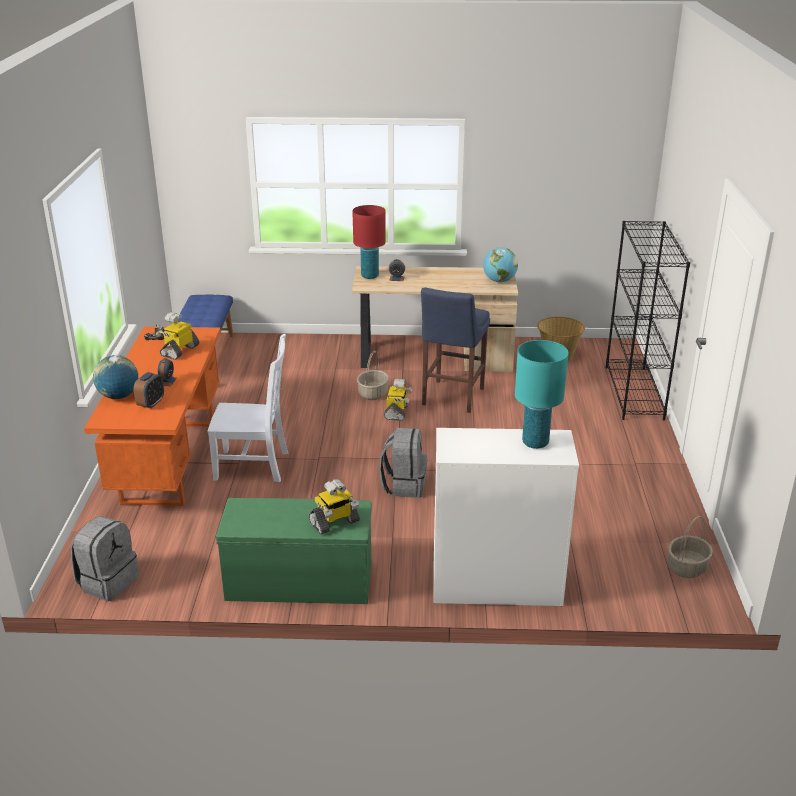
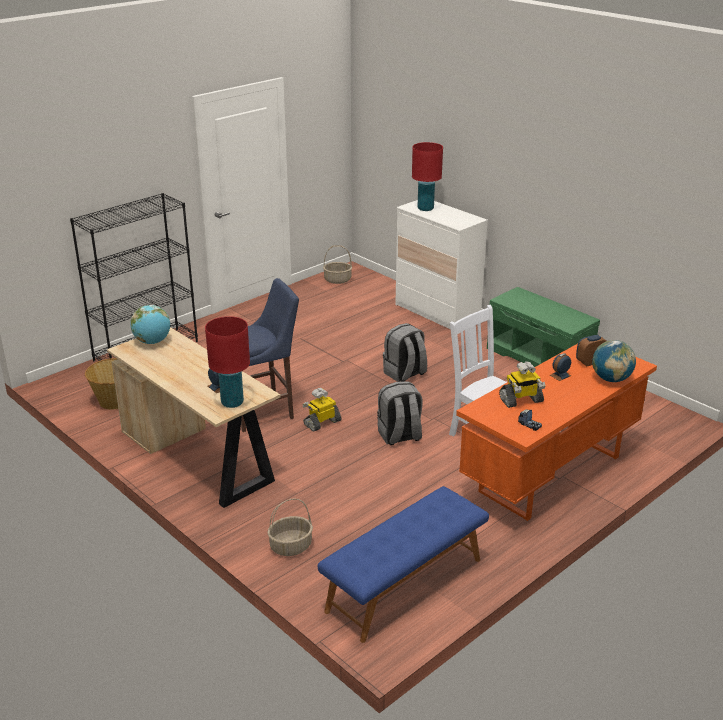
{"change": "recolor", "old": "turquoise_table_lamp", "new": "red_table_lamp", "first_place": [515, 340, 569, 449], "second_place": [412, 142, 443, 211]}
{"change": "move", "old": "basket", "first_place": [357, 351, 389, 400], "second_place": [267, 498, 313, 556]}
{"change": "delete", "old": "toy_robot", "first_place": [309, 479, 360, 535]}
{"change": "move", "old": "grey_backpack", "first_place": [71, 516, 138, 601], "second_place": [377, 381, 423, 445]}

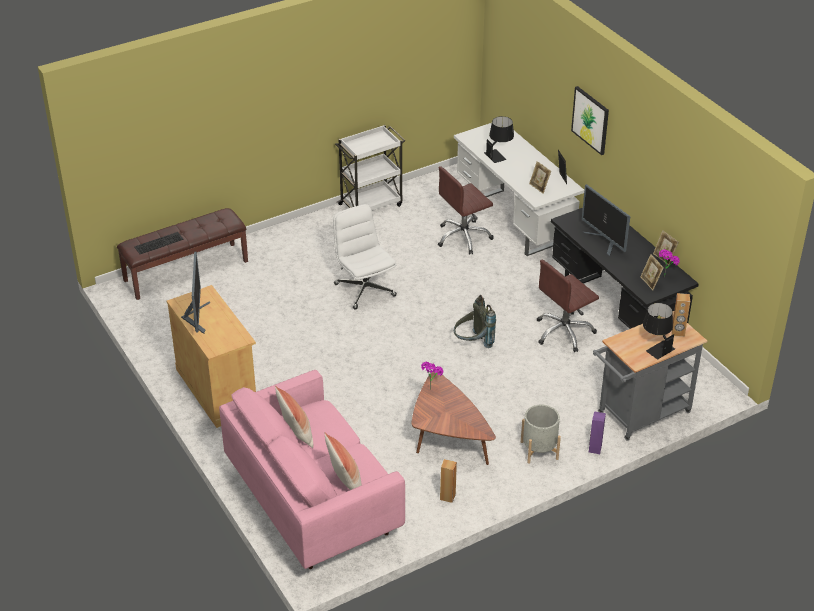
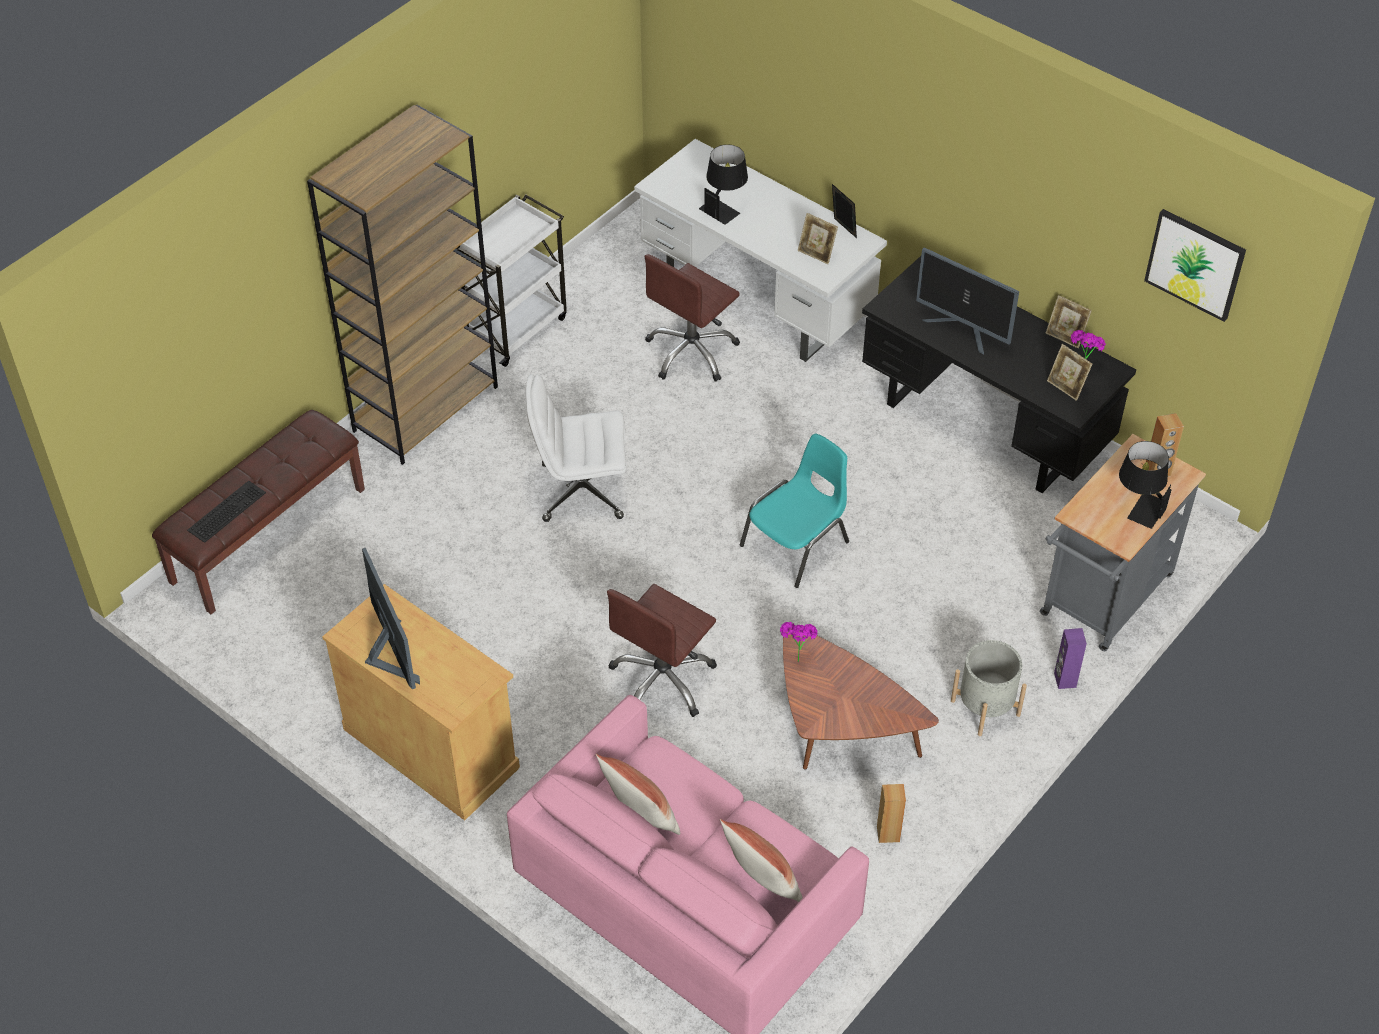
{"change": "move", "old": "picture", "first_place": [571, 86, 609, 155], "second_place": [1144, 209, 1246, 322]}
{"change": "rotate", "old": "white_office_chair", "first_place": [333, 204, 397, 310], "second_place": [526, 374, 627, 522], "degrees": -45}
{"change": "move", "old": "brown_office_chair", "first_place": [537, 260, 599, 352], "second_place": [607, 584, 717, 717]}
{"change": "replace", "old": "grey_backpack", "new": "turquoise_chair", "first_place": [454, 295, 496, 348], "second_place": [740, 433, 849, 588]}
{"change": "insert", "new": "brown_bookcase", "second_place": [307, 105, 498, 465]}

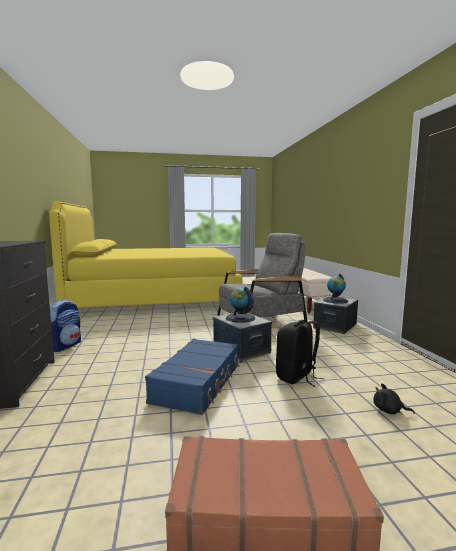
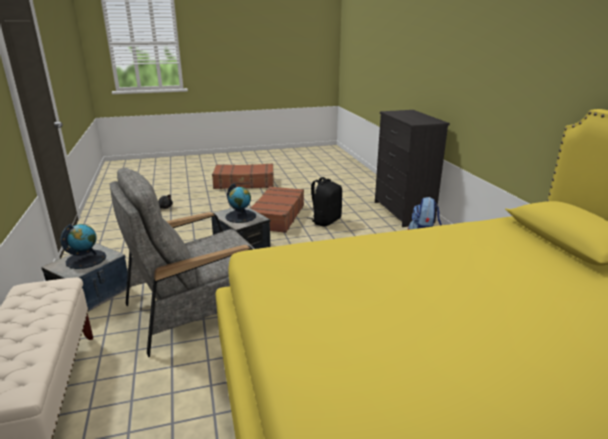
{"change": "move", "old": "black_backpack", "first_place": [276, 320, 324, 387], "second_place": [307, 177, 342, 227]}
{"change": "recolor", "old": "blue_suitcase", "new": "brown_suitcase", "first_place": [145, 339, 239, 415], "second_place": [250, 186, 304, 233]}

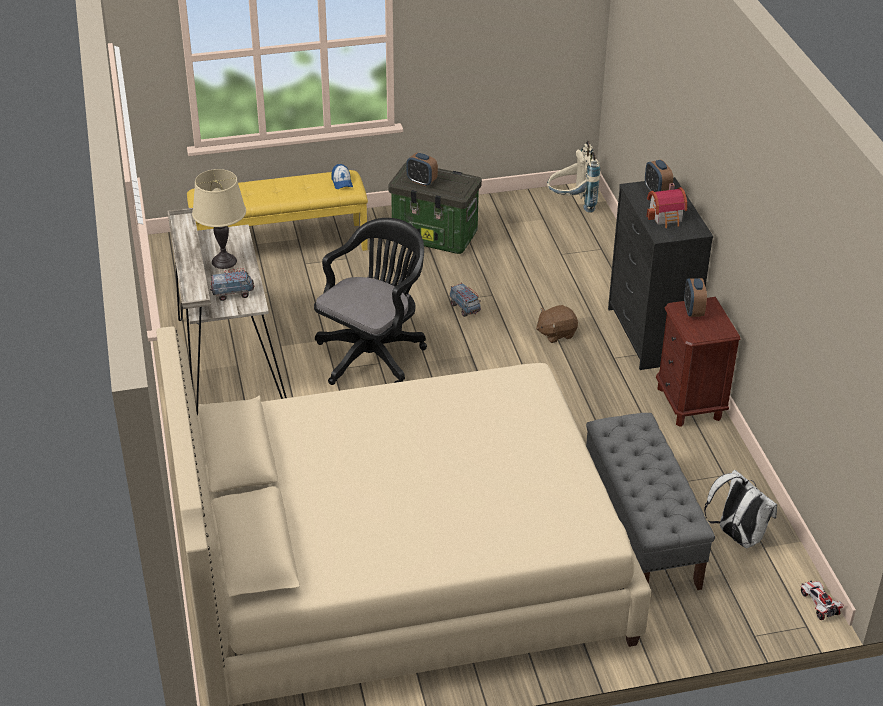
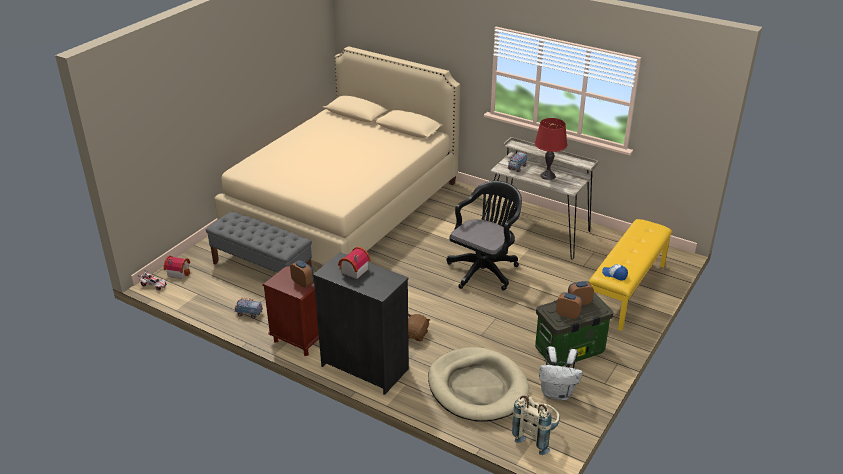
{"change": "move", "old": "alarm_clock", "first_place": [645, 160, 673, 192], "second_place": [556, 292, 583, 319]}
{"change": "recolor", "old": "beige_table_lamp", "new": "red_table_lamp", "first_place": [192, 169, 246, 269], "second_place": [535, 118, 567, 180]}
{"change": "rotate", "old": "black_office_chair", "first_place": [314, 218, 427, 385], "second_place": [446, 181, 522, 291], "degrees": -135}
{"change": "move", "old": "toy_truck", "first_place": [449, 282, 481, 317], "second_place": [235, 297, 263, 319]}
{"change": "move", "old": "white_backpack", "first_place": [704, 470, 777, 548], "second_place": [539, 346, 582, 400]}
{"change": "insert", "new": "toy_house", "second_place": [164, 256, 190, 279]}
{"change": "insert", "new": "beige_dog_bed", "second_place": [428, 347, 529, 421]}

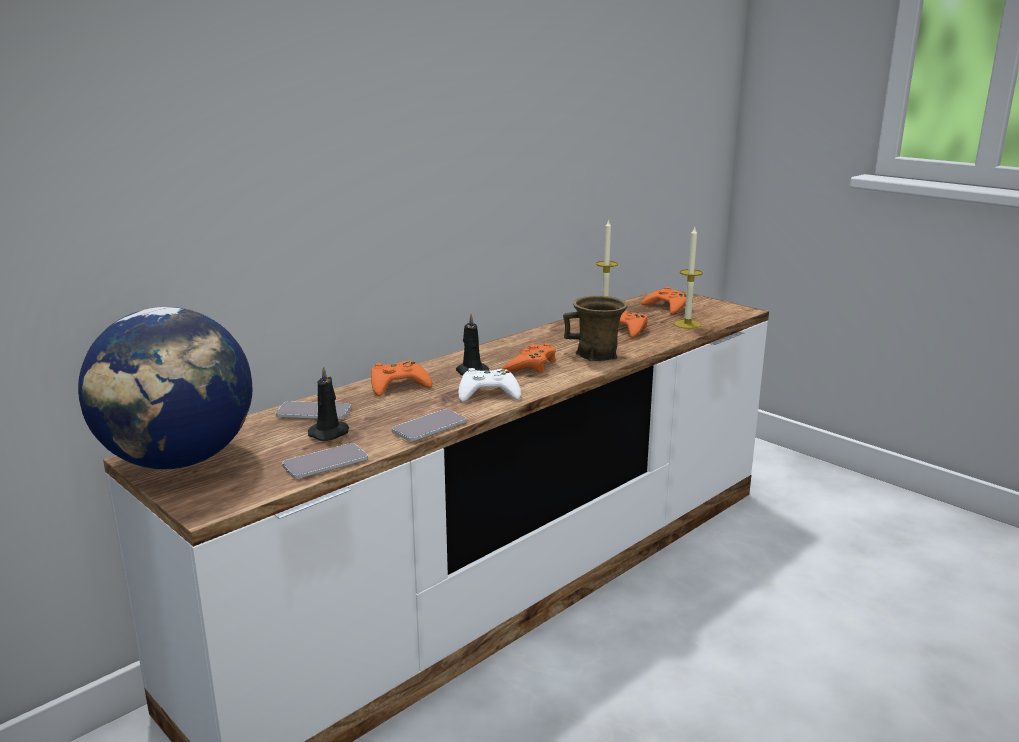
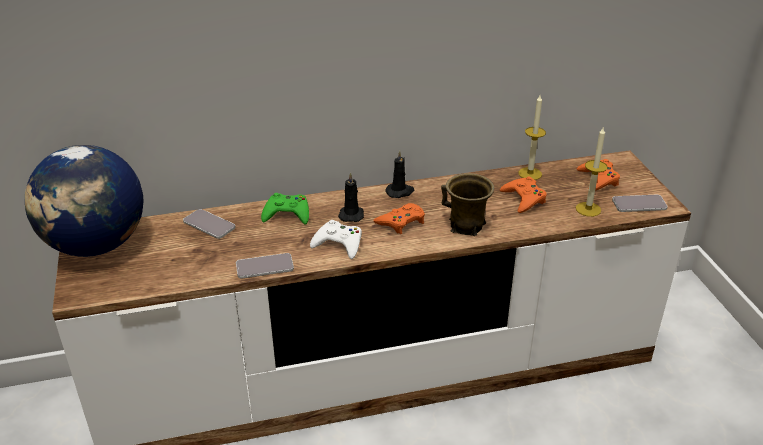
{"change": "recolor", "old": "orange_game_controller", "new": "green_game_controller", "first_place": [371, 361, 433, 397], "second_place": [261, 193, 309, 224]}
{"change": "move", "old": "black_candle", "first_place": [308, 366, 349, 441], "second_place": [385, 151, 414, 198]}
{"change": "move", "old": "phone", "first_place": [282, 443, 368, 479], "second_place": [612, 195, 668, 212]}

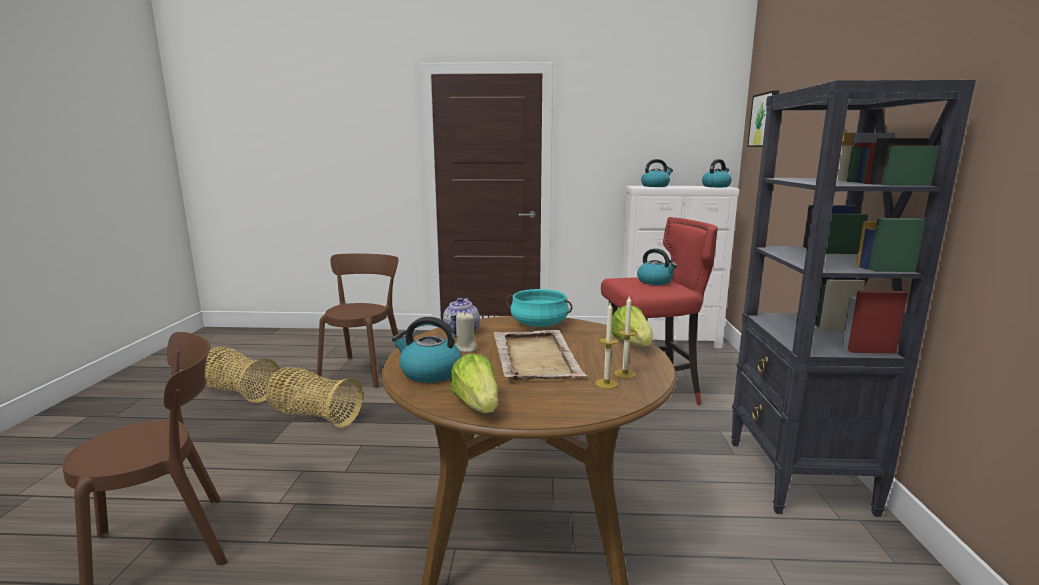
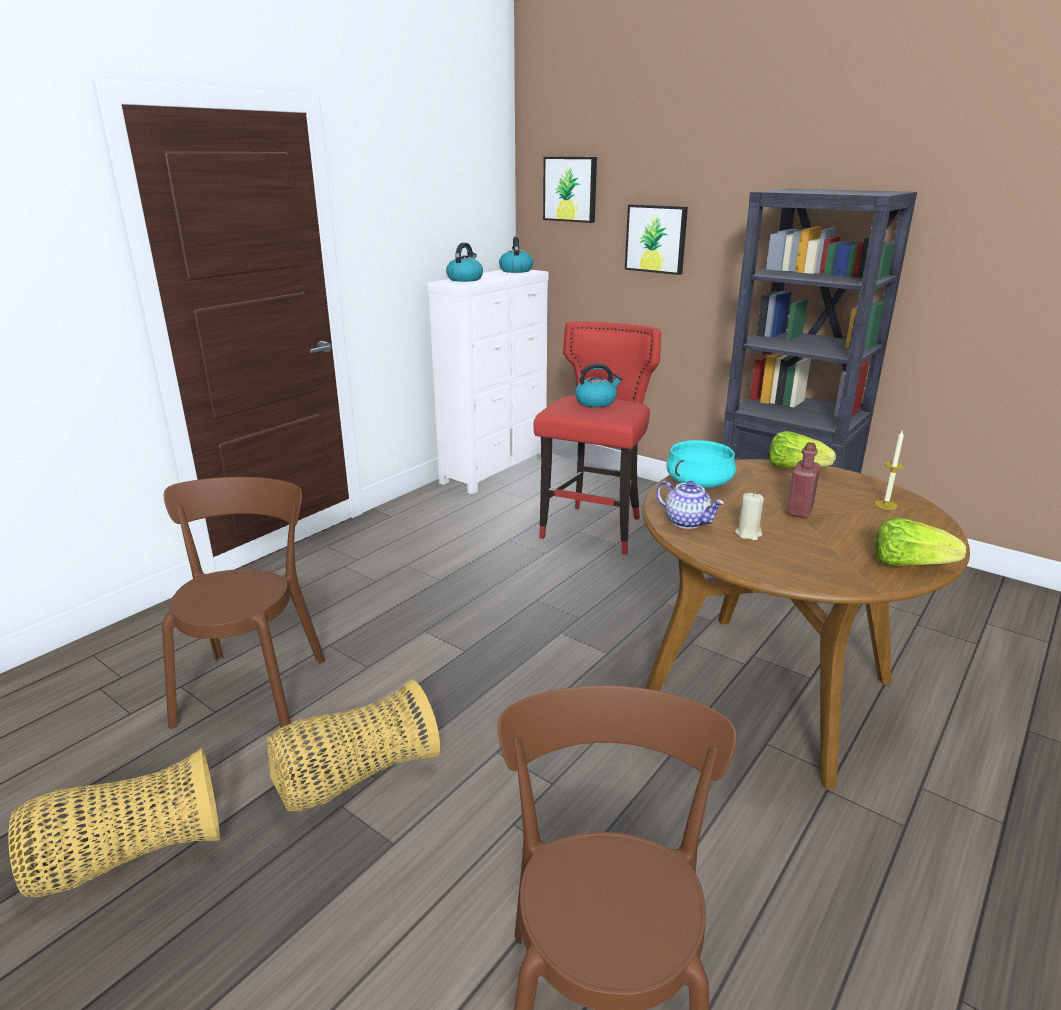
{"change": "rotate", "old": "brown_chair", "first_place": [316, 254, 399, 388], "second_place": [162, 477, 325, 732], "degrees": 45}
{"change": "delete", "old": "candle", "first_place": [614, 295, 637, 379]}
{"change": "delete", "old": "kettle", "first_place": [392, 317, 462, 383]}
{"change": "replace", "old": "beige_tray", "new": "red_bottle", "first_place": [493, 330, 587, 380], "second_place": [786, 442, 820, 518]}
{"change": "insert", "new": "picture", "second_place": [625, 204, 688, 275]}

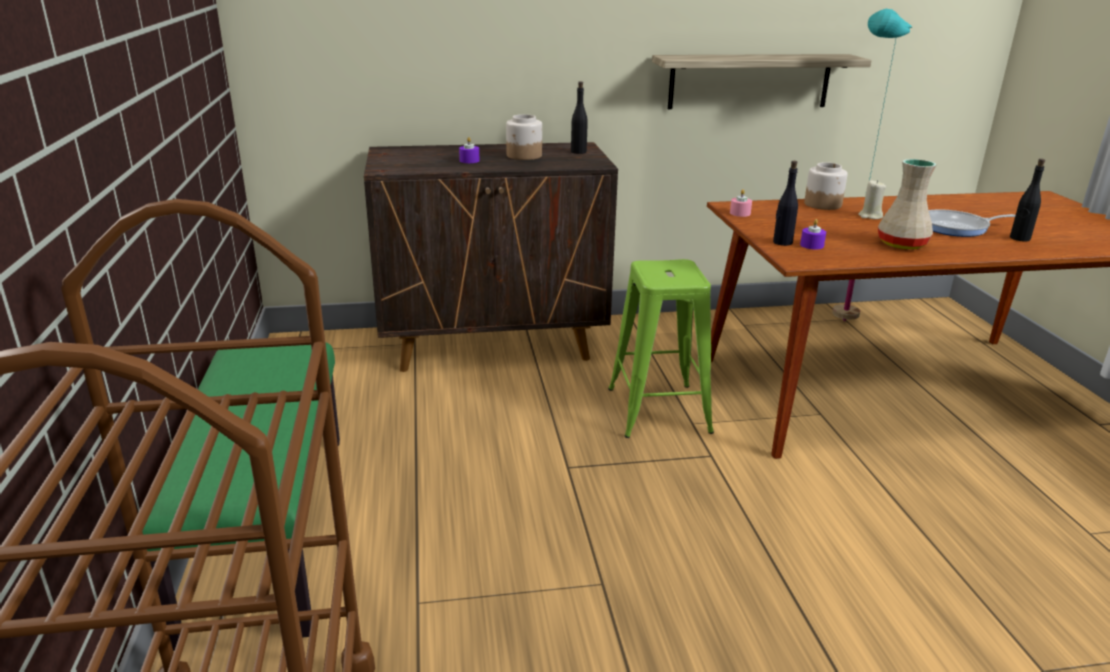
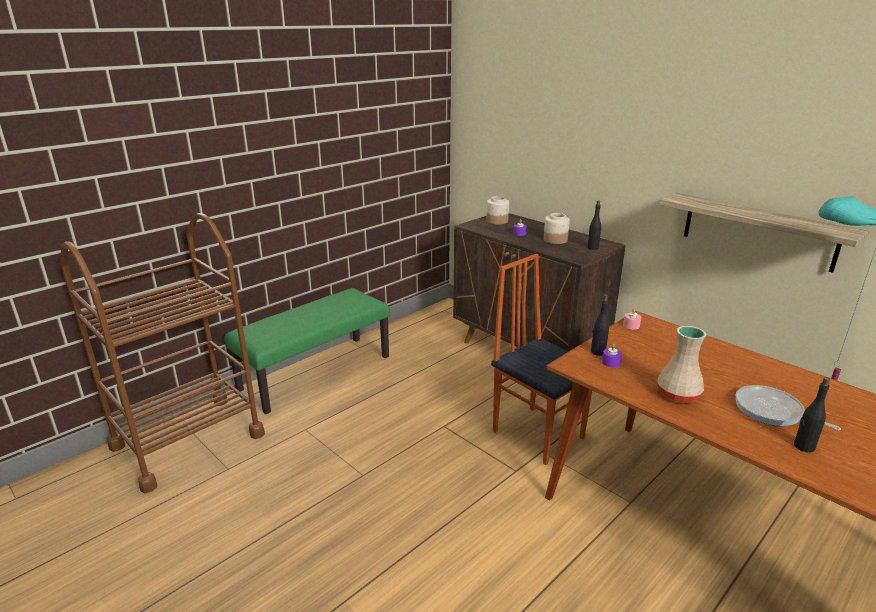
{"change": "move", "old": "jar", "first_place": [804, 162, 848, 210], "second_place": [486, 196, 509, 225]}
{"change": "delete", "old": "beige_candle", "first_place": [859, 180, 886, 219]}
{"change": "replace", "old": "green_stool", "new": "chair", "first_place": [608, 259, 714, 438], "second_place": [491, 254, 592, 465]}

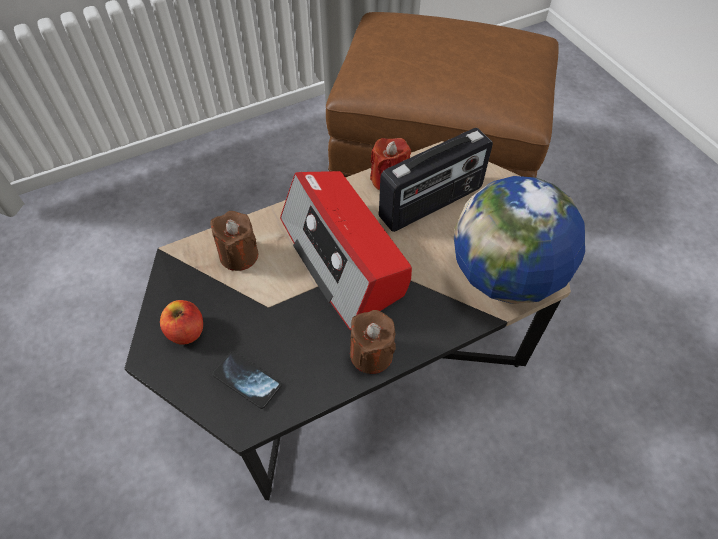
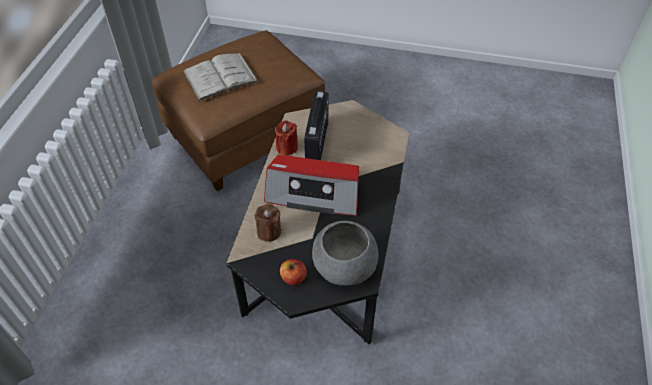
{"change": "delete", "old": "globe", "first_place": [454, 176, 585, 304]}
{"change": "delete", "old": "brown_candle", "first_place": [350, 310, 396, 374]}
{"change": "replace", "old": "phone", "new": "grey_bowl", "first_place": [213, 351, 282, 409], "second_place": [312, 221, 378, 285]}
{"change": "insert", "new": "white_book", "second_place": [183, 53, 259, 101]}

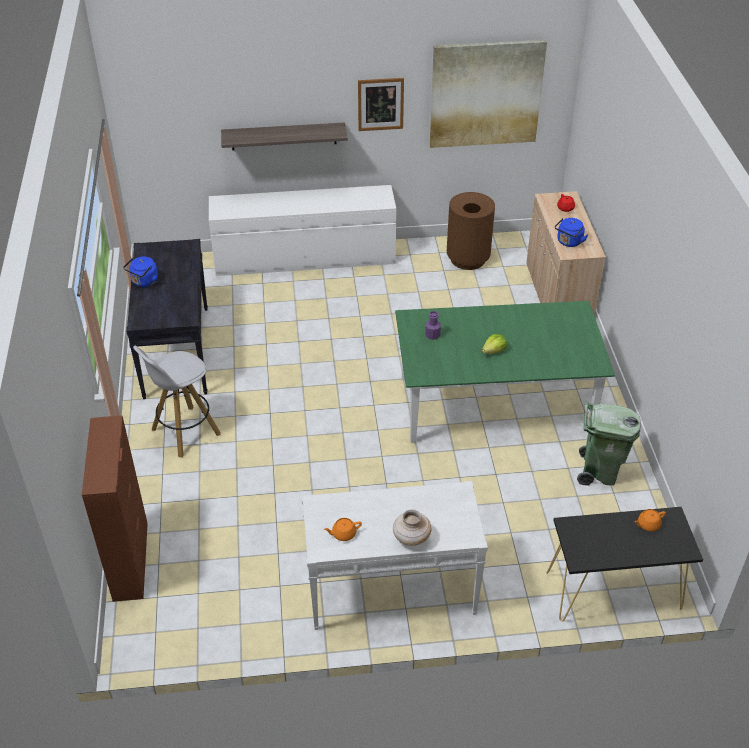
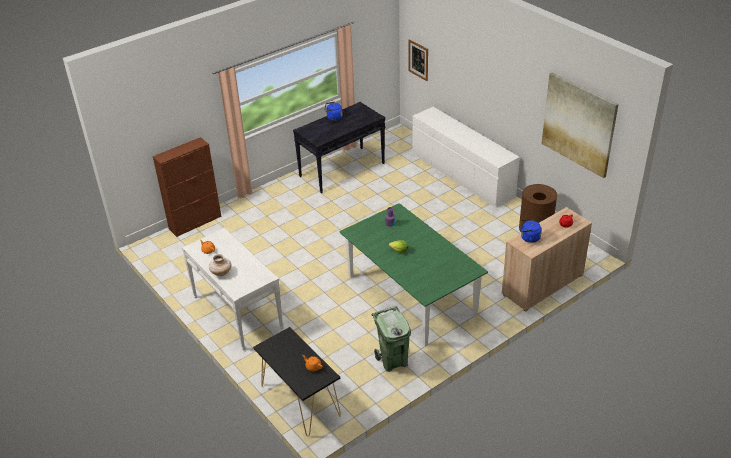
{"change": "move", "old": "picture", "first_place": [358, 78, 404, 131], "second_place": [408, 39, 428, 81]}
{"change": "delete", "old": "shelf", "first_place": [221, 122, 348, 150]}
{"change": "delete", "old": "white_stool", "first_place": [133, 346, 221, 458]}

